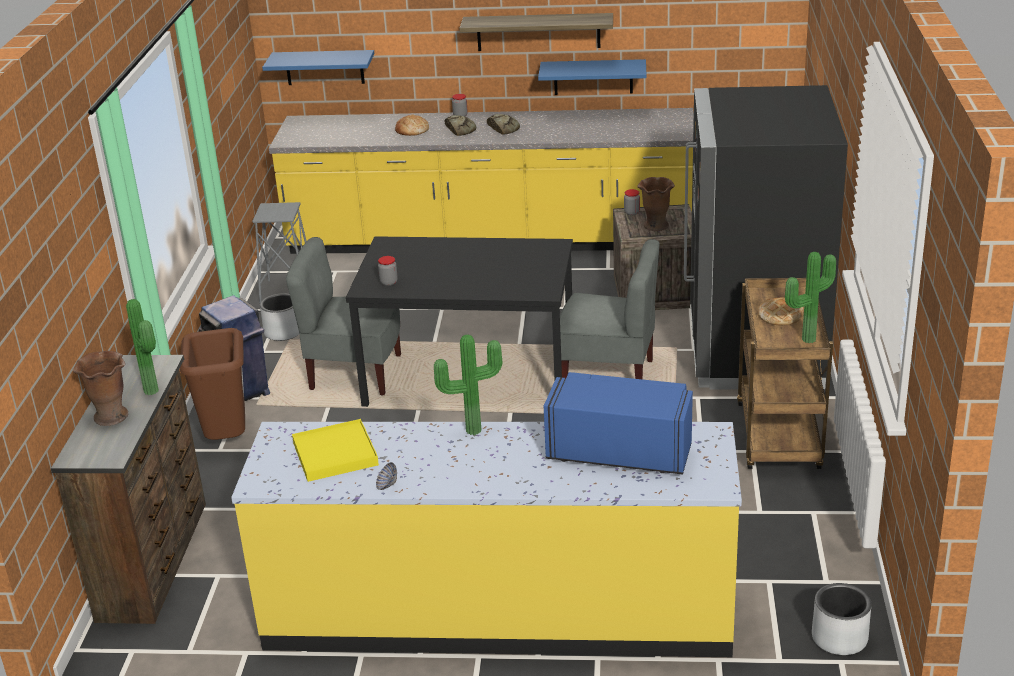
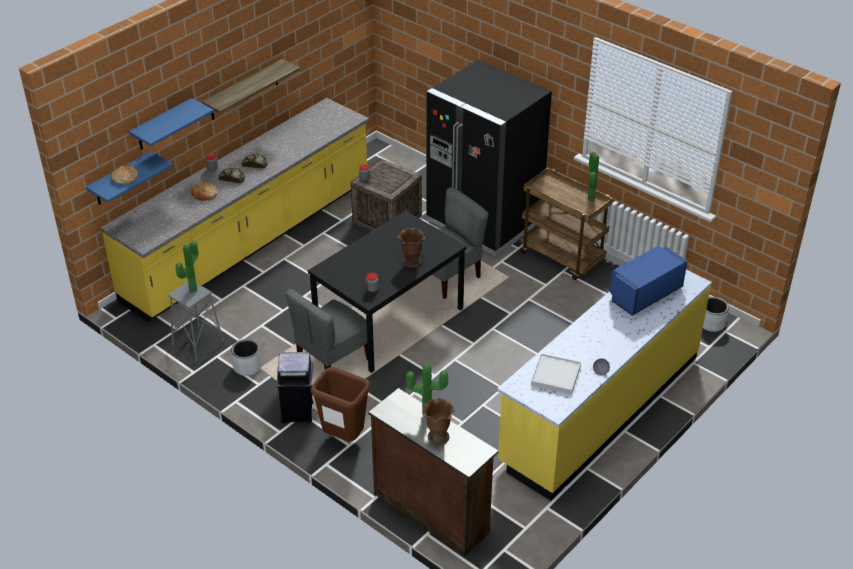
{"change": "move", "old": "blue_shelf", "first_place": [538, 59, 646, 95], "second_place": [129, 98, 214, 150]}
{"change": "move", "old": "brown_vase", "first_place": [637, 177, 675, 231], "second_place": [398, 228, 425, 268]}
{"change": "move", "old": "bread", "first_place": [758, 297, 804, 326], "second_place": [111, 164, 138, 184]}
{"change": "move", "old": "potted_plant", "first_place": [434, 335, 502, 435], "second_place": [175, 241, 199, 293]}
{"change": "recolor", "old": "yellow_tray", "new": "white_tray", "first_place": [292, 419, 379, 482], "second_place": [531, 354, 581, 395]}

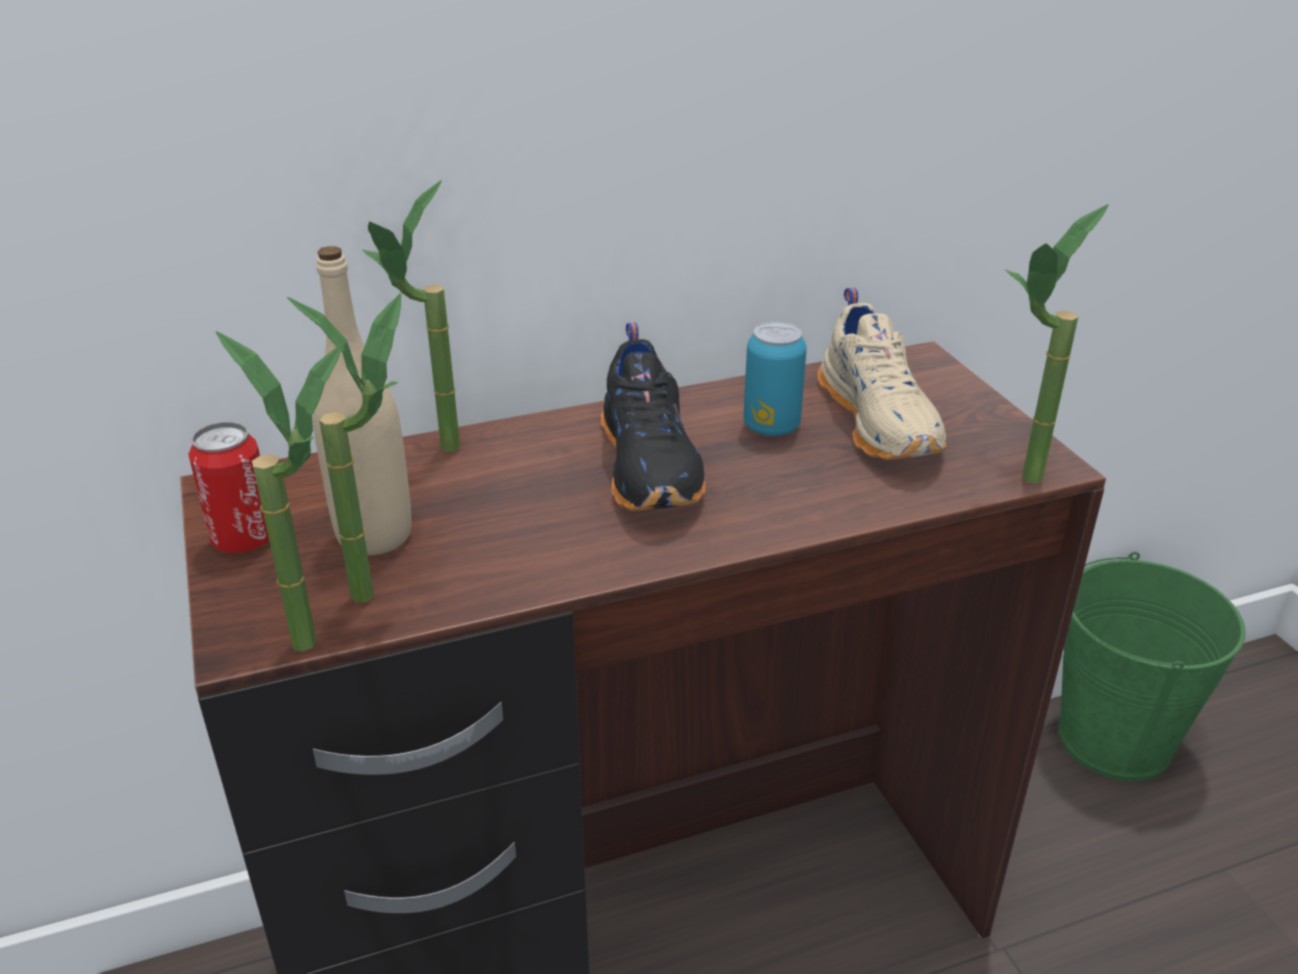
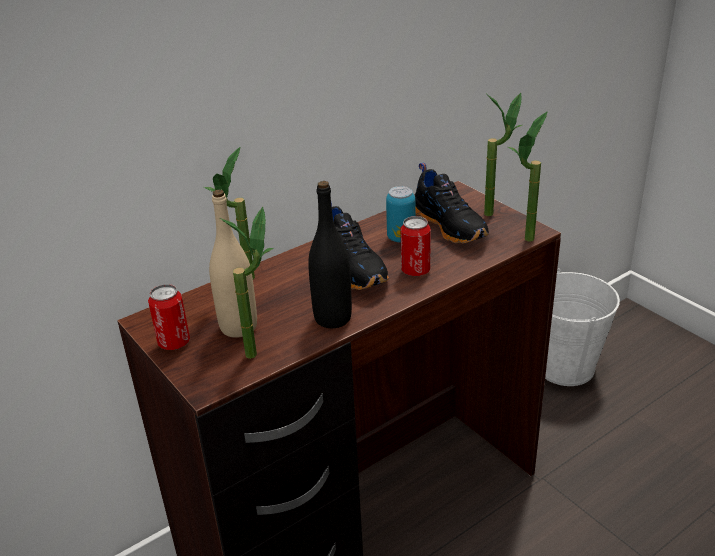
{"change": "recolor", "old": "beige_shoe", "new": "black_shoe", "first_place": [818, 288, 946, 460], "second_place": [415, 162, 489, 244]}
{"change": "move", "old": "potted_plant", "first_place": [216, 331, 343, 652], "second_place": [484, 93, 522, 216]}
{"change": "recolor", "old": "green_bucket", "new": "white_bucket", "first_place": [1058, 552, 1246, 781], "second_place": [545, 268, 620, 386]}
{"change": "insert", "new": "black_bottle", "second_place": [308, 181, 352, 328]}
{"change": "insert", "new": "can", "second_place": [401, 216, 431, 276]}

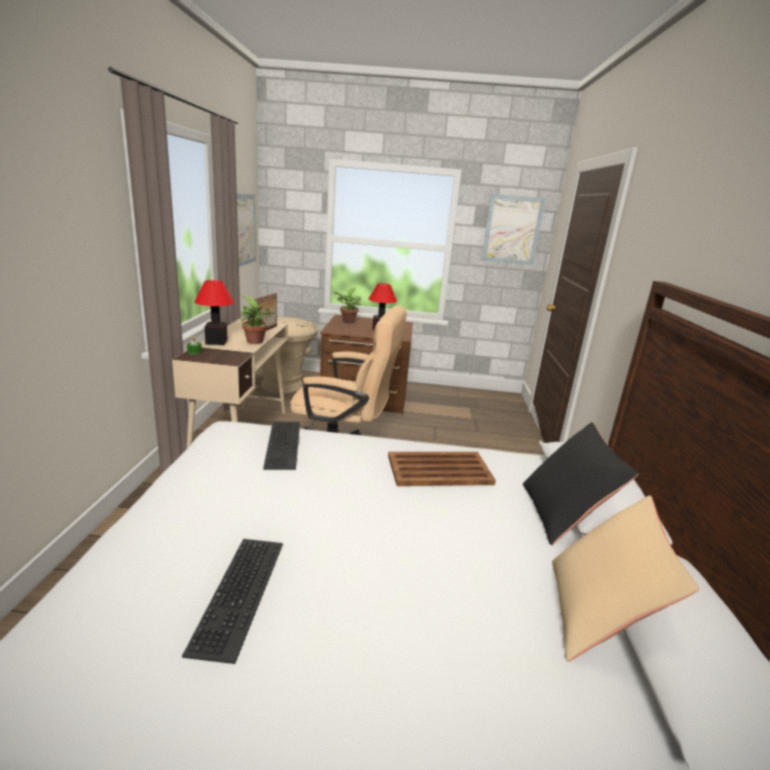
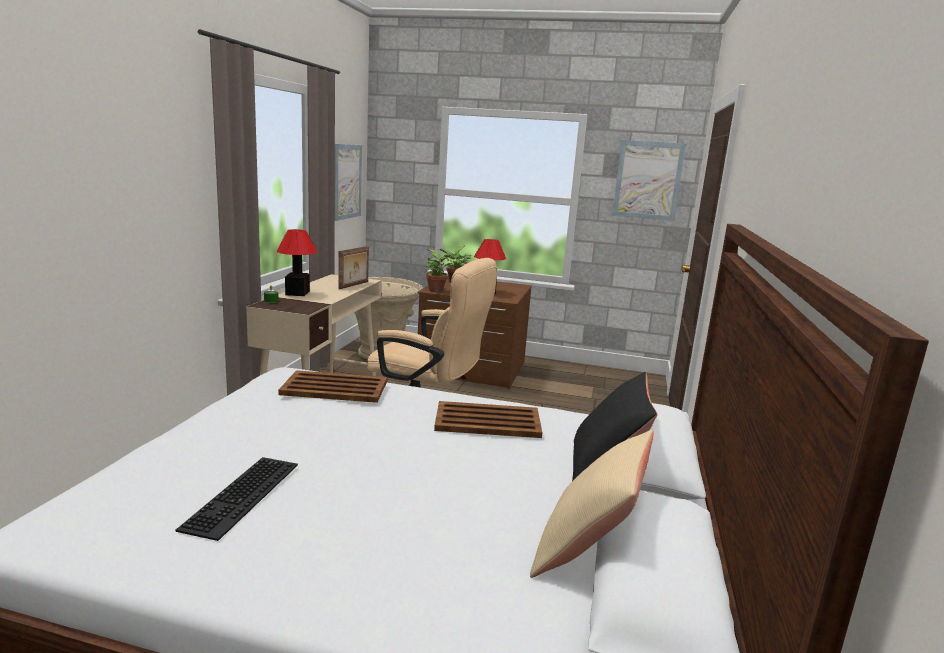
{"change": "move", "old": "potted_plant", "first_place": [241, 296, 274, 344], "second_place": [425, 249, 454, 292]}
{"change": "replace", "old": "keyboard", "new": "brown_tray", "first_place": [263, 421, 300, 470], "second_place": [278, 370, 387, 403]}

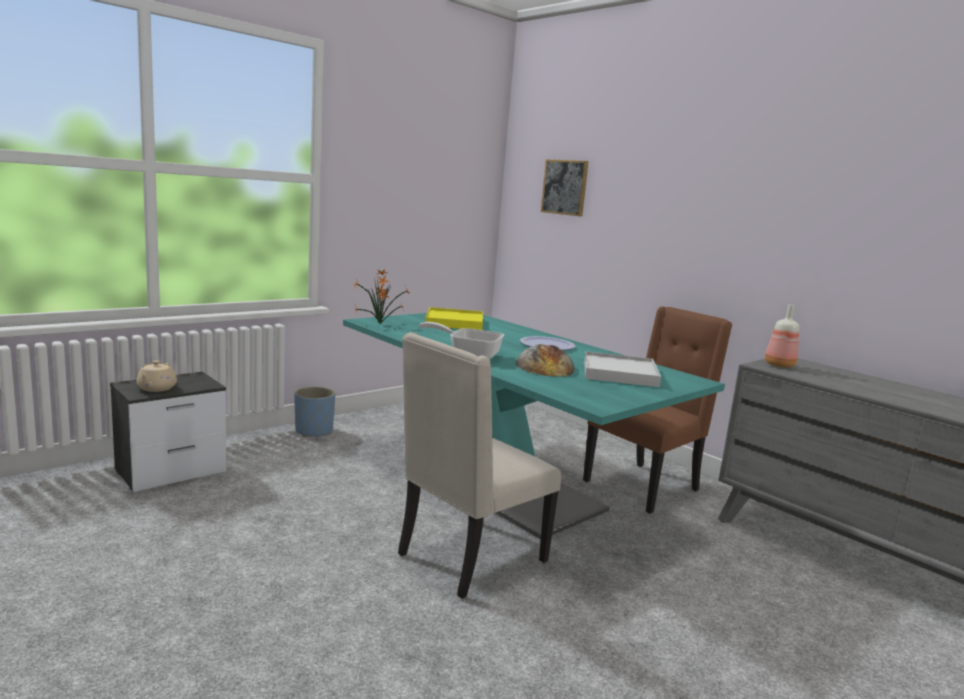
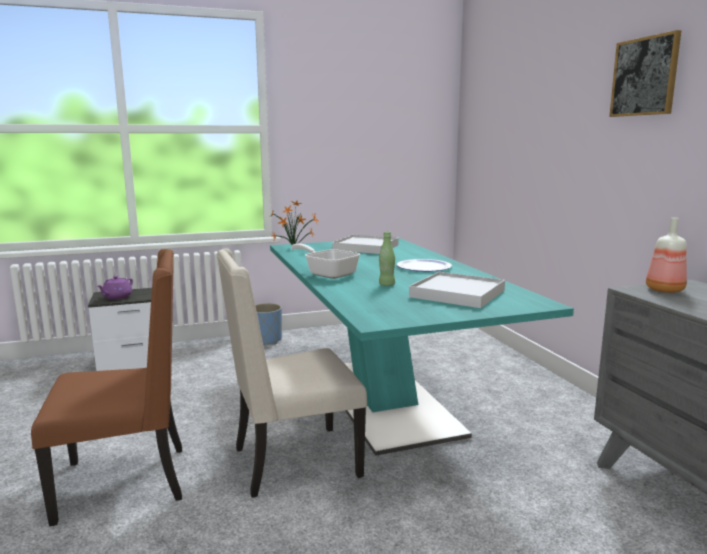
{"change": "move", "old": "picture", "first_place": [541, 159, 589, 216], "second_place": [609, 30, 681, 117]}
{"change": "recolor", "old": "yellow_tray", "new": "white_tray", "first_place": [425, 307, 483, 330], "second_place": [332, 235, 398, 254]}
{"change": "move", "old": "brown_chair", "first_place": [583, 307, 732, 514], "second_place": [31, 249, 182, 526]}
{"change": "replace", "old": "bread", "new": "green_bottle", "first_place": [516, 344, 574, 377], "second_place": [379, 231, 395, 286]}
{"change": "recolor", "old": "beige_teapot", "new": "purple_teapot", "first_place": [136, 360, 177, 392], "second_place": [97, 276, 133, 300]}

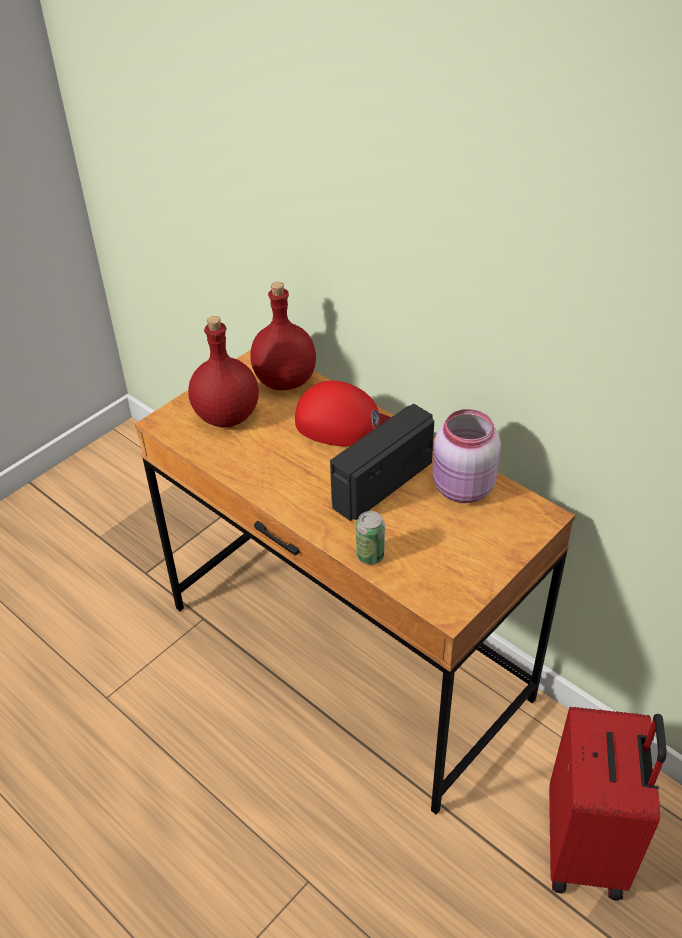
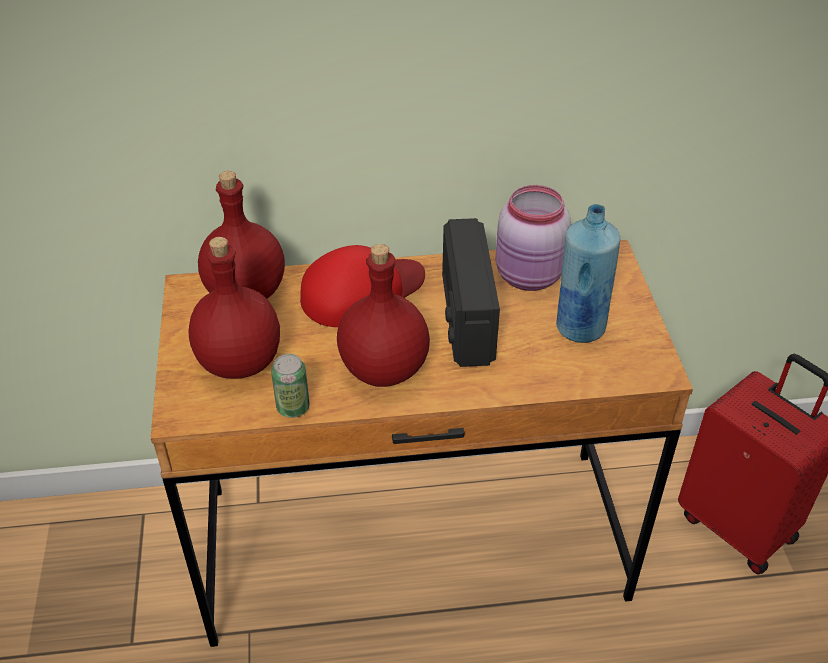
{"change": "move", "old": "can", "first_place": [356, 511, 385, 565], "second_place": [271, 354, 310, 418]}
{"change": "insert", "new": "blue_bottle", "second_place": [556, 204, 620, 343]}
{"change": "insert", "new": "red_bottle", "second_place": [337, 244, 430, 387]}

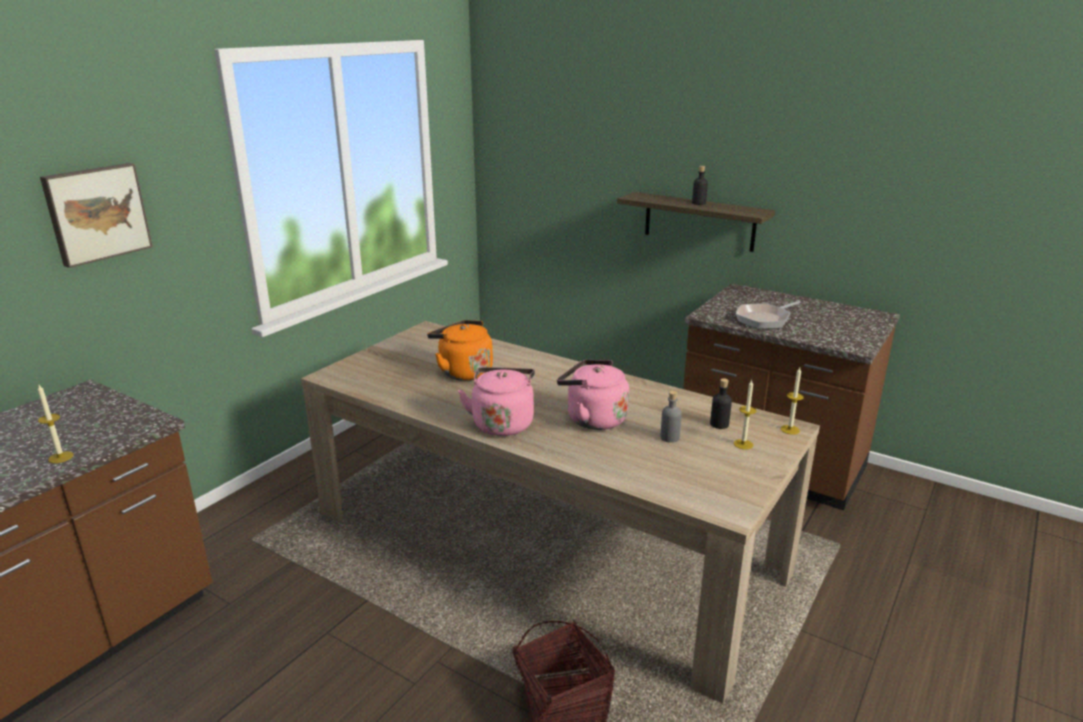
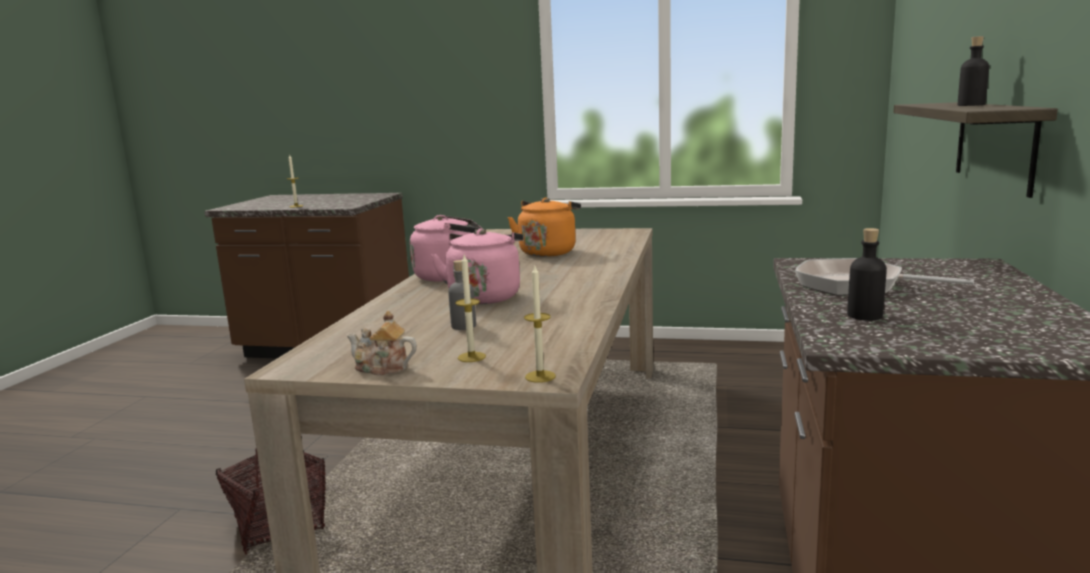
{"change": "delete", "old": "picture", "first_place": [40, 163, 153, 268]}
{"change": "move", "old": "black_bottle", "first_place": [710, 378, 732, 429], "second_place": [847, 228, 887, 321]}
{"change": "insert", "new": "teapot", "second_place": [347, 311, 417, 376]}

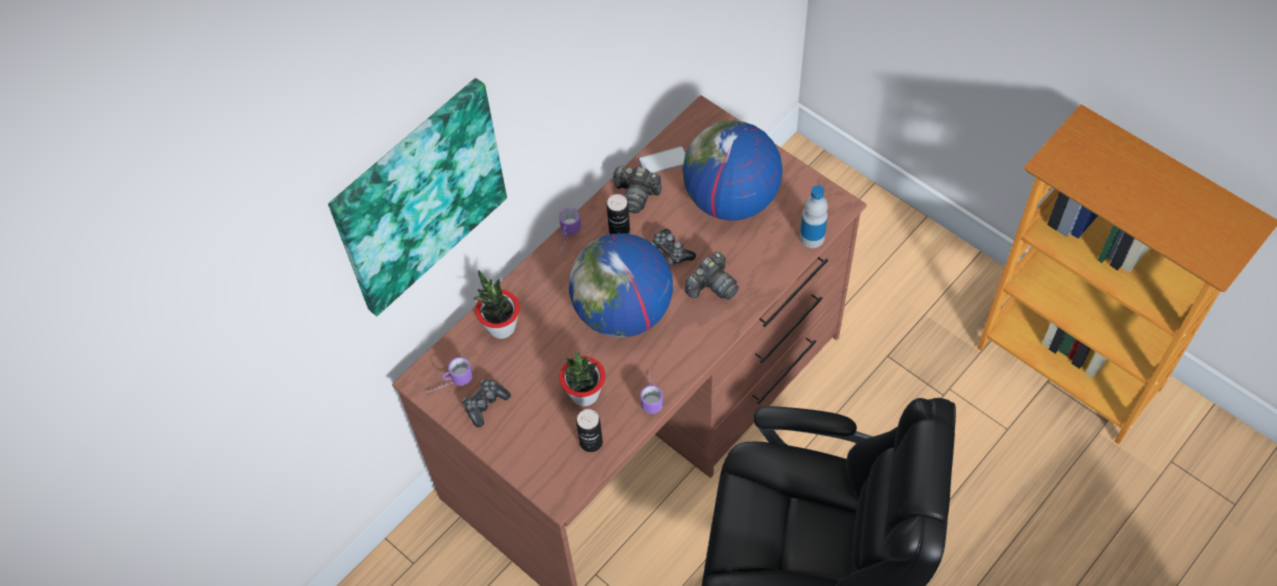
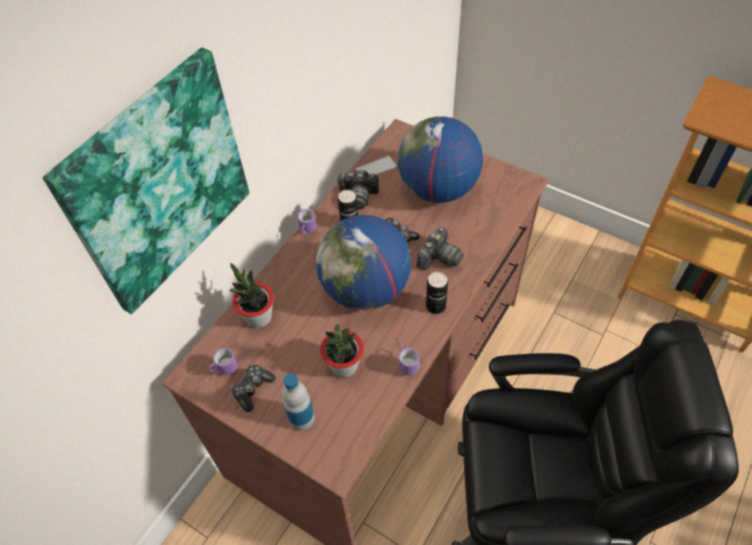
{"change": "move", "old": "bottle", "first_place": [800, 185, 828, 248], "second_place": [282, 373, 315, 431]}
{"change": "move", "old": "can", "first_place": [576, 409, 603, 452], "second_place": [426, 272, 448, 314]}

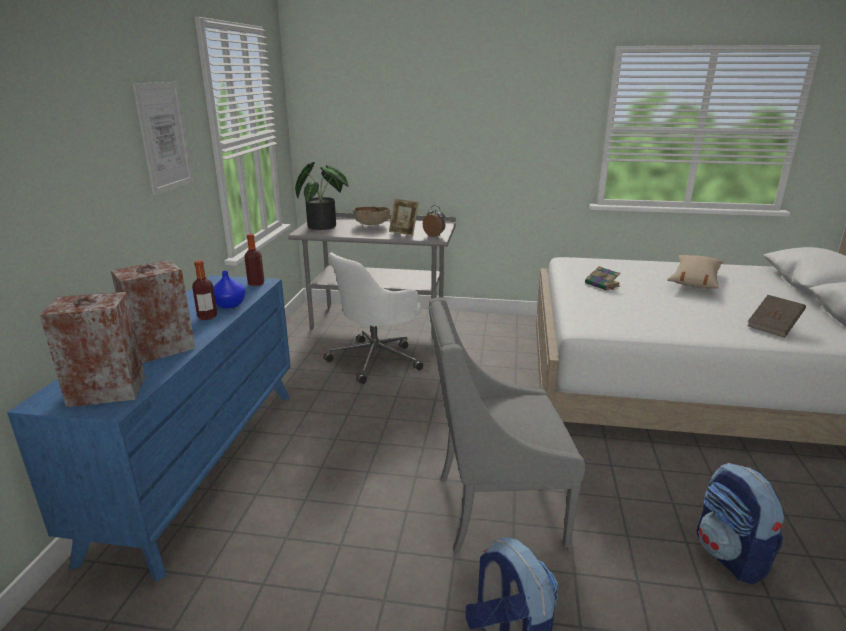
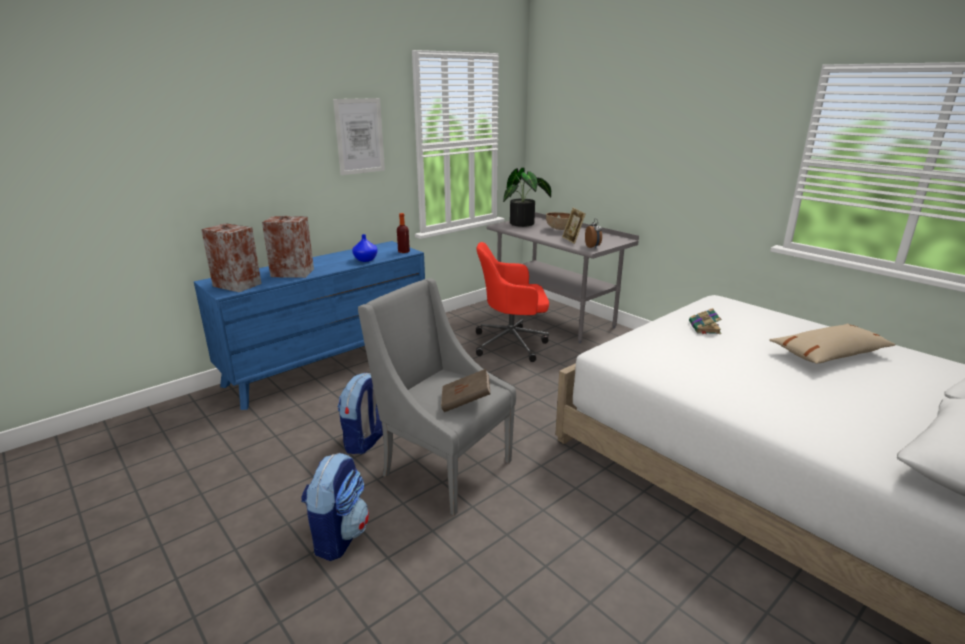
{"change": "recolor", "old": "white_office_chair", "new": "red_office_chair", "first_place": [324, 252, 423, 384], "second_place": [476, 242, 549, 362]}
{"change": "delete", "old": "bottle", "first_place": [192, 260, 217, 320]}
{"change": "move", "old": "brown_book", "first_place": [748, 295, 806, 337], "second_place": [441, 369, 490, 412]}
{"change": "move", "old": "backpack", "first_place": [697, 462, 784, 584], "second_place": [337, 373, 383, 454]}

